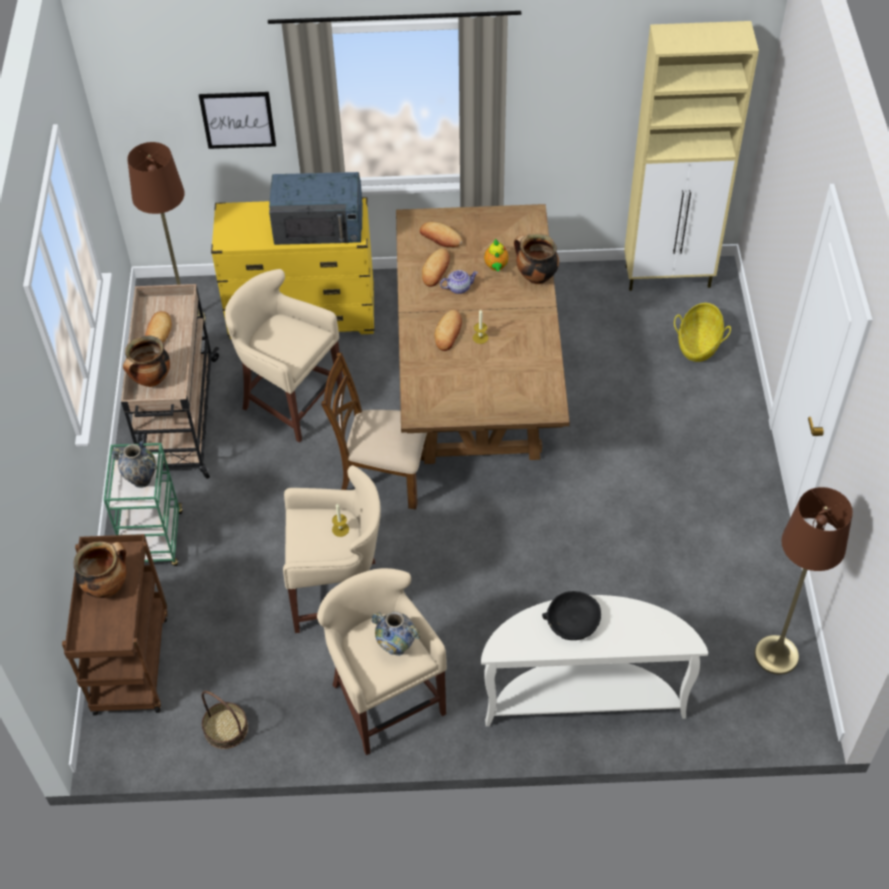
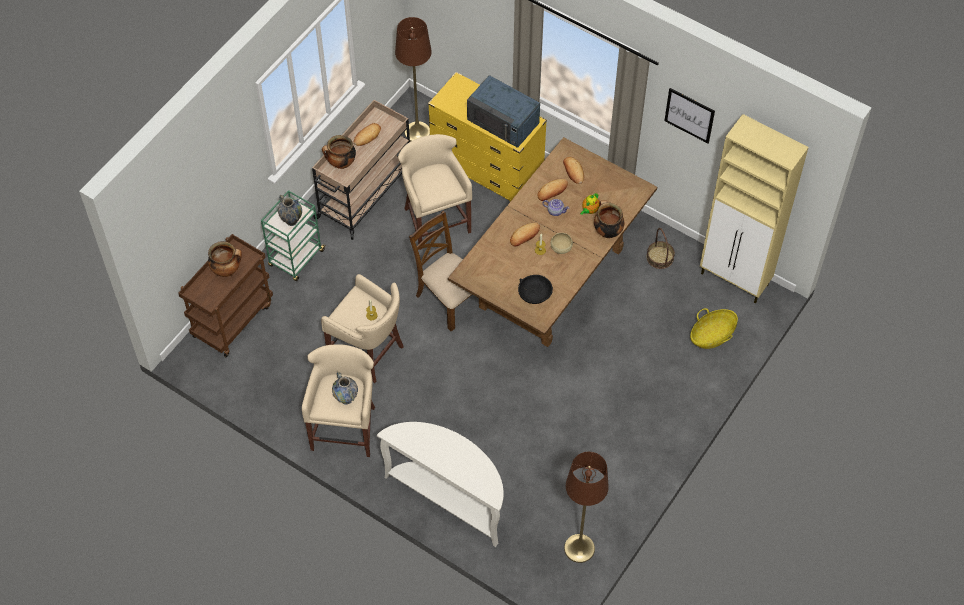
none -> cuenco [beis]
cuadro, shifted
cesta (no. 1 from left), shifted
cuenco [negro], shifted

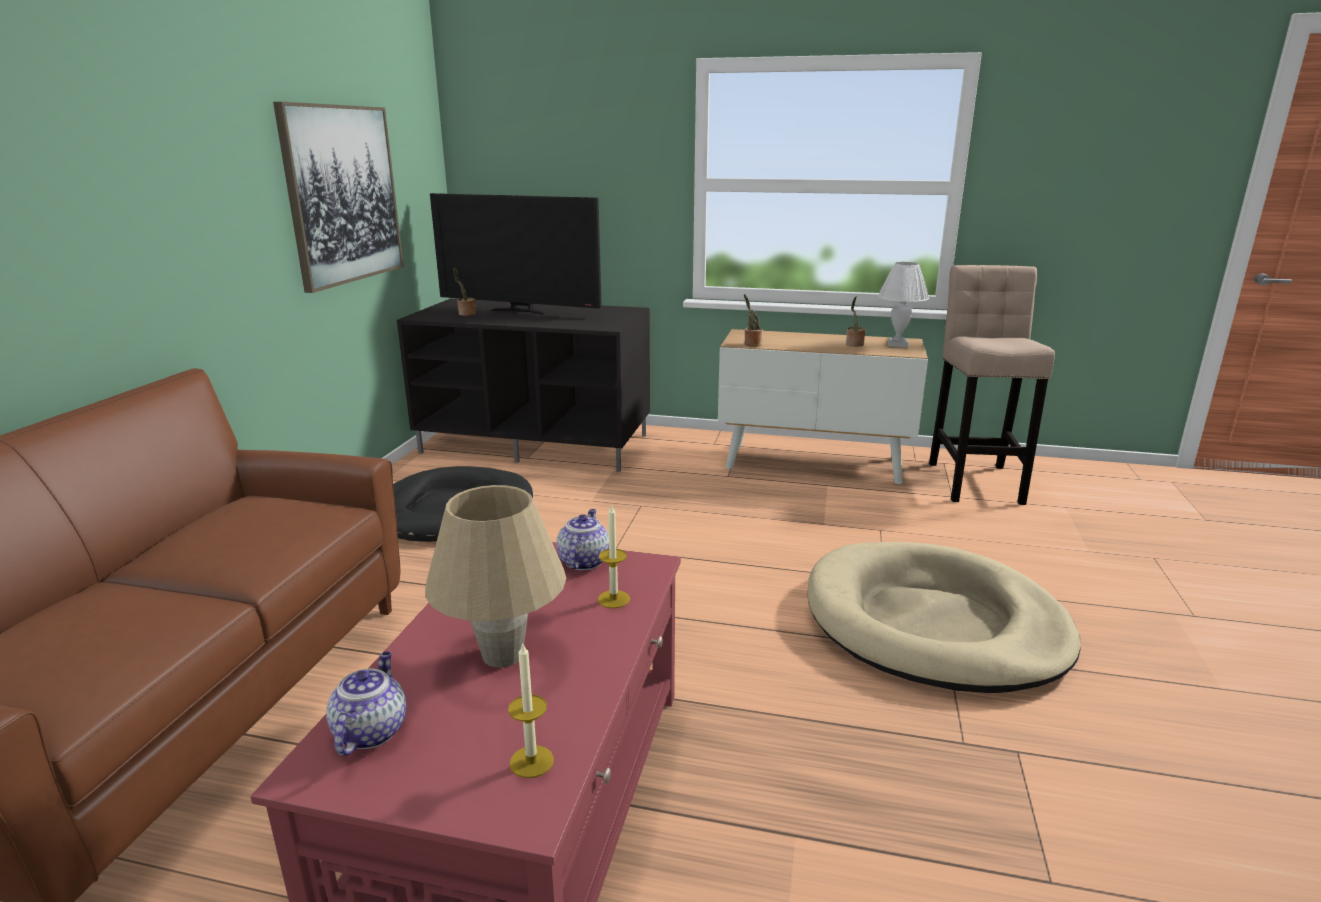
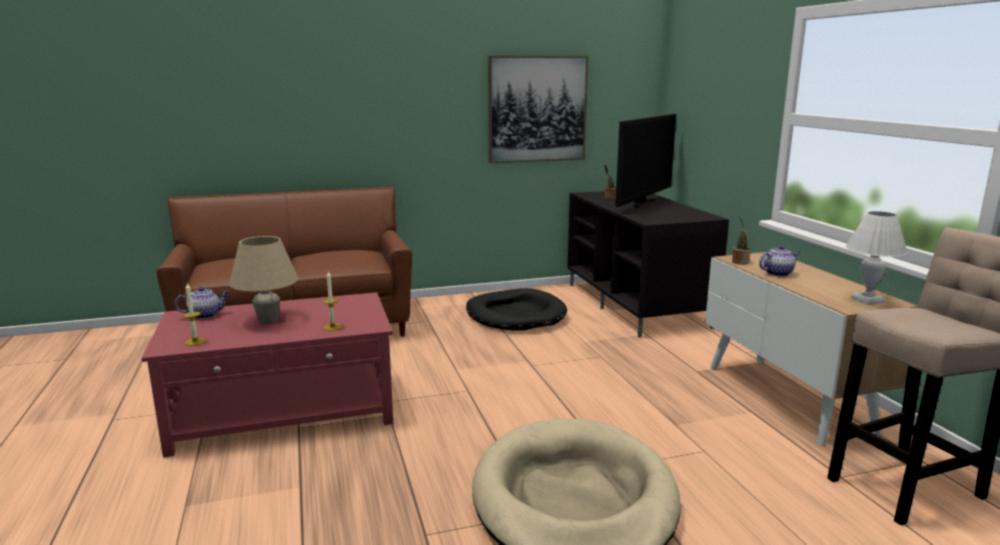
planta en maceta (no. 3 from left) -> none
tetera (no. 2 from left), shifted
televisor, 135 degrees counterclockwise

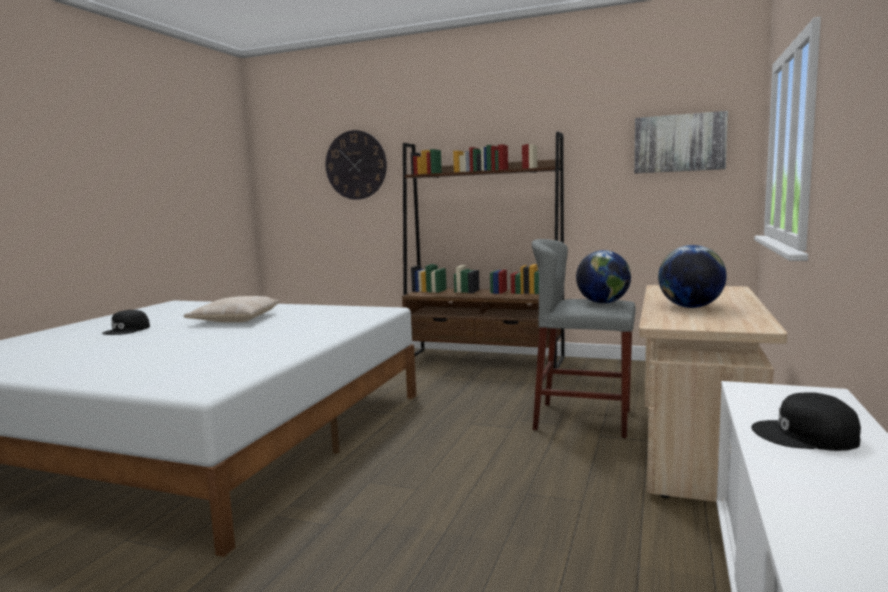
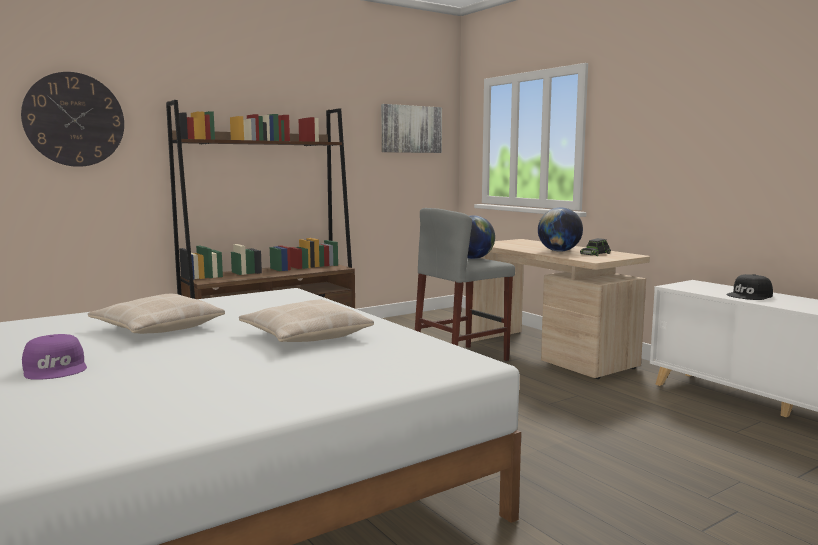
none -> cojín [beis] (no. 2 from left)
none -> coche de juguete [negro]
gorra [negro] (no. 1 from left) -> gorra [morado]

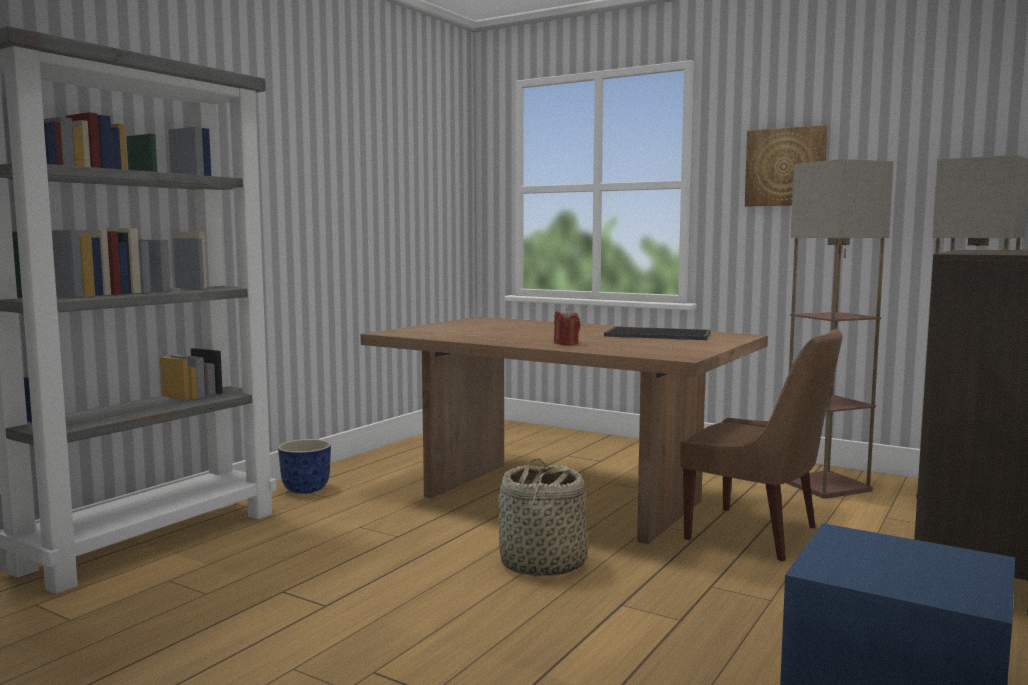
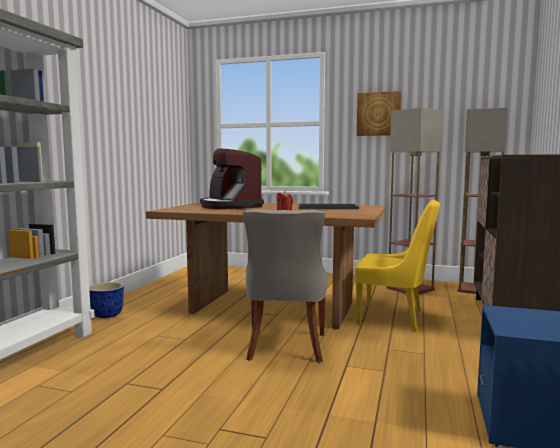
none -> cafetera
cesta -> silla [gris]
silla [marrón] -> silla [amarillo]

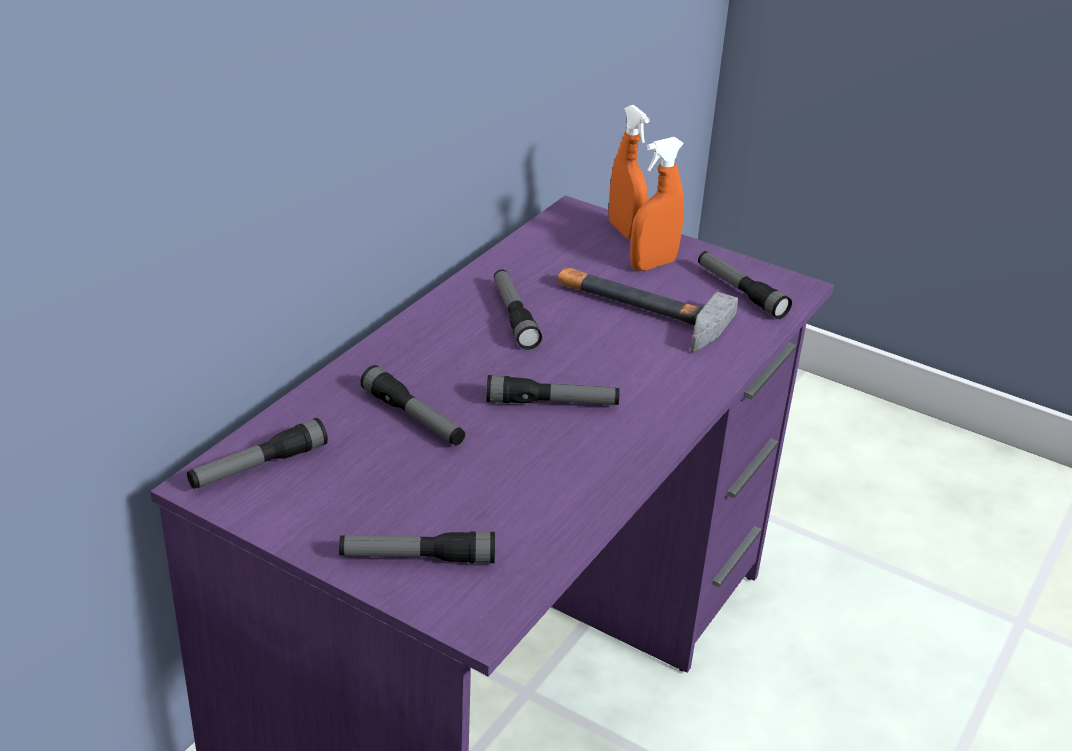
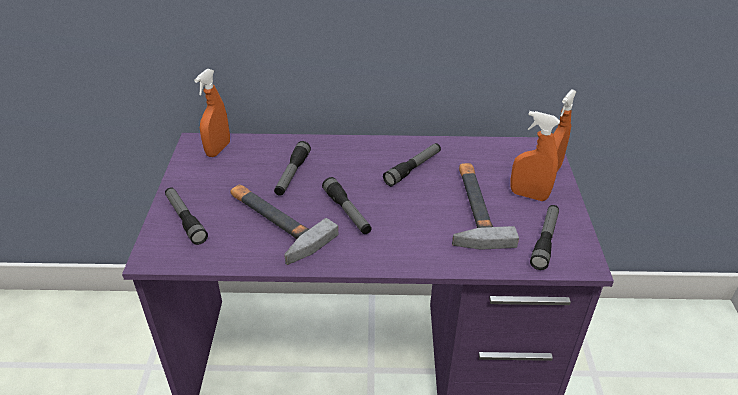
none -> martillo (no. 1 from left)
linterna (no. 1 from left) -> pulverizador [naranja] (no. 1 from left)

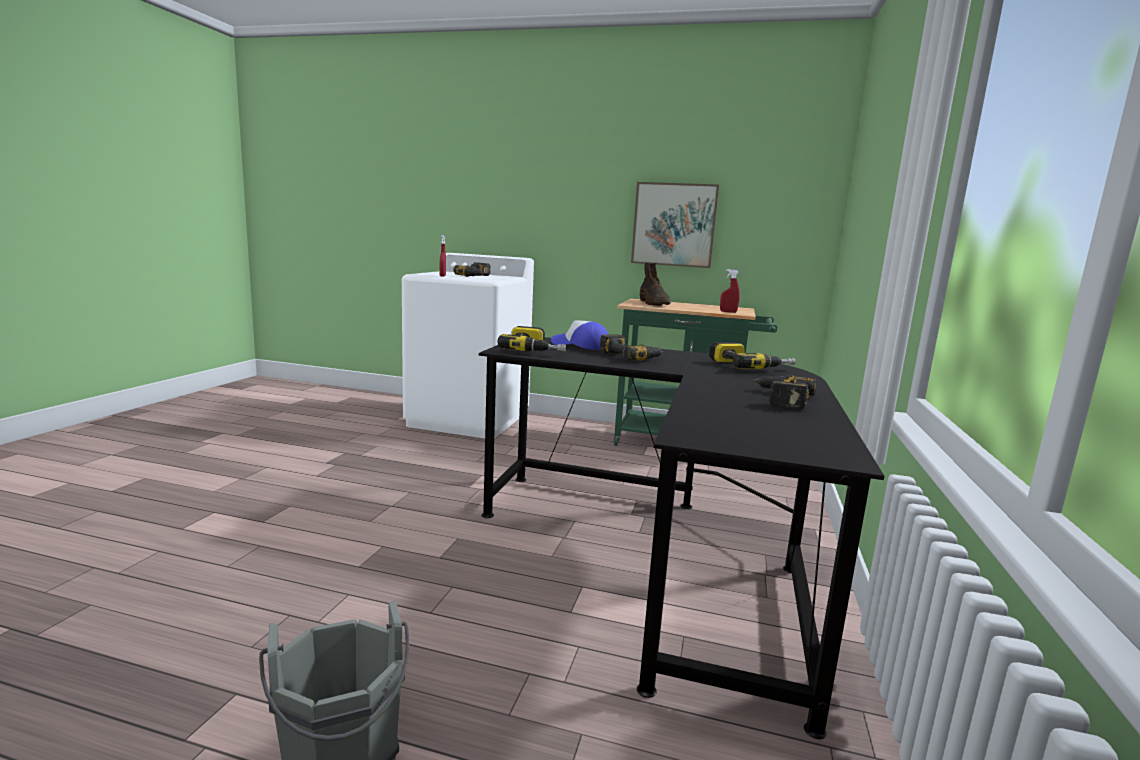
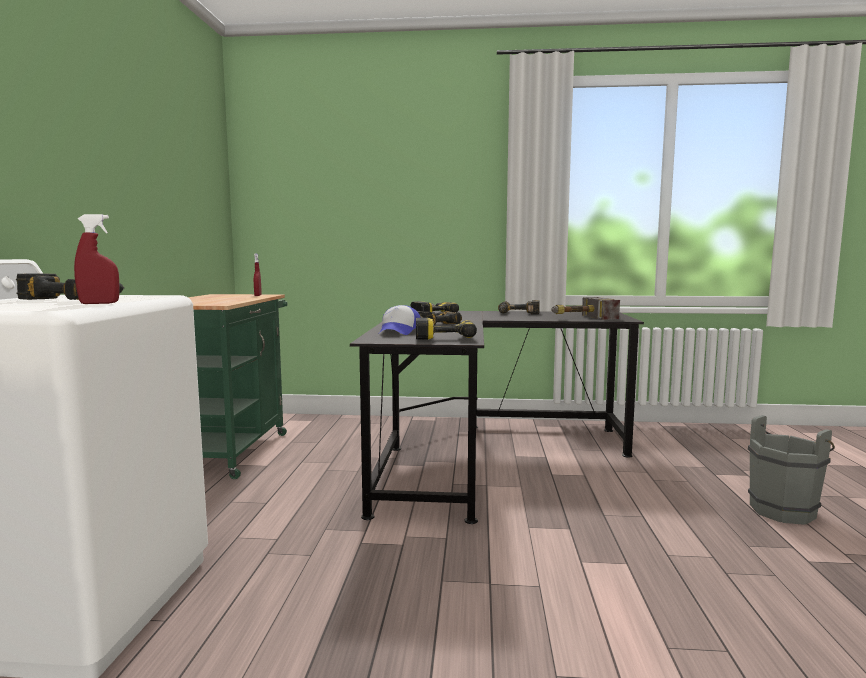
cuadro -> none
bota [marrón] -> none
none -> martillo

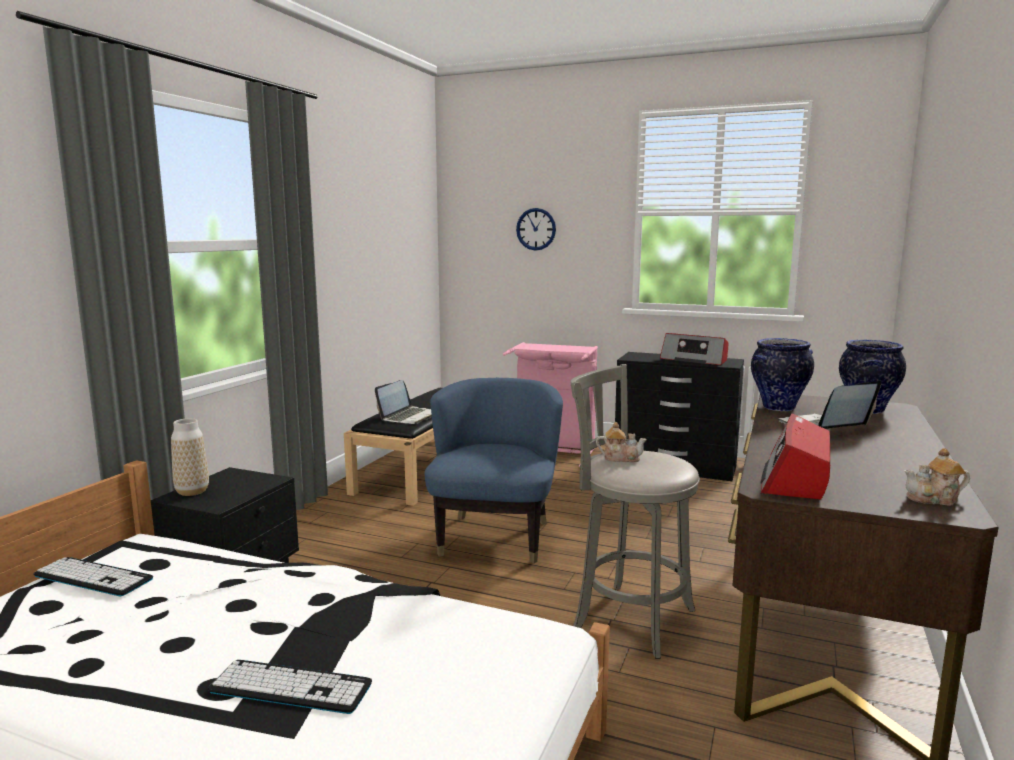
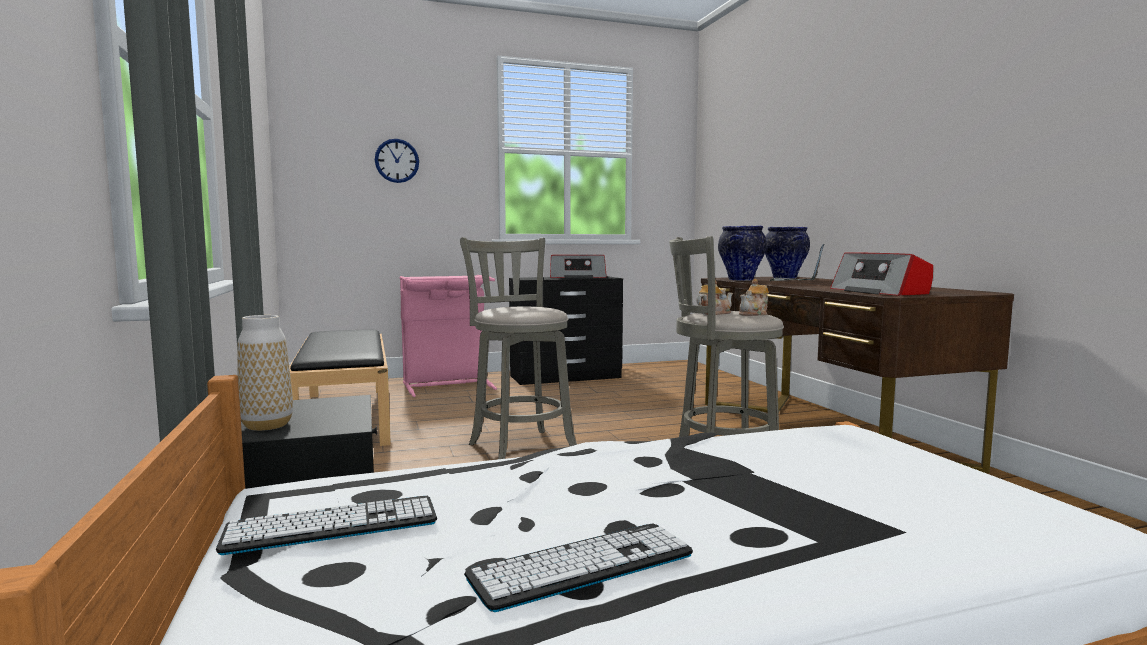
portátil (no. 1 from left) -> none
teclado (no. 2 from left), shifted
tetera (no. 2 from left), shifted
sillón [azul] -> taburete [gris] (no. 1 from left)

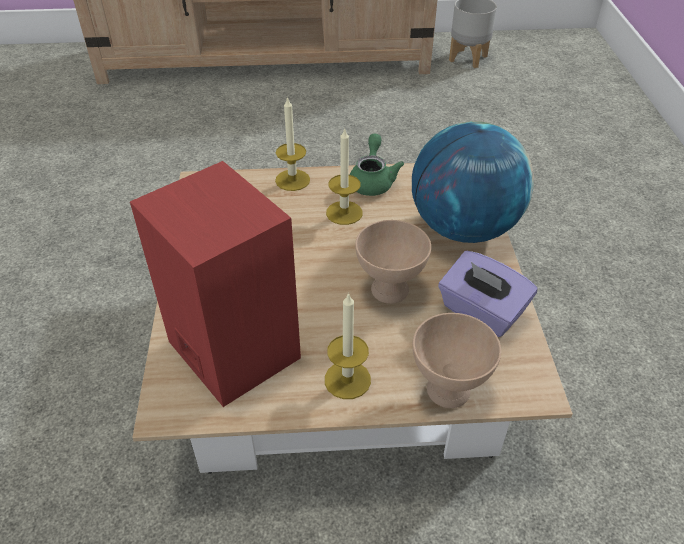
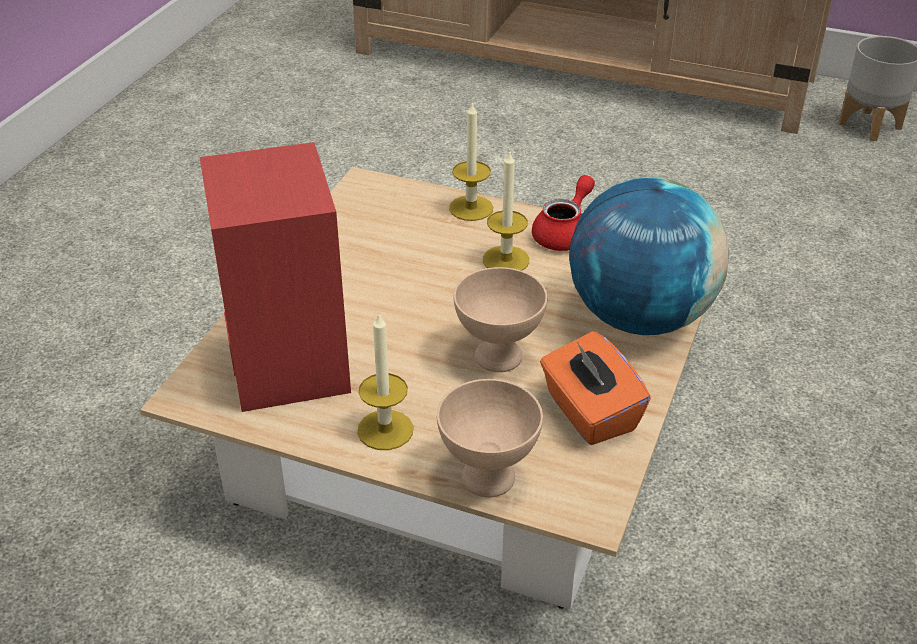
tetera [verde] -> tetera [rojo]
caja de pañuelos [morado] -> caja de pañuelos [naranja]

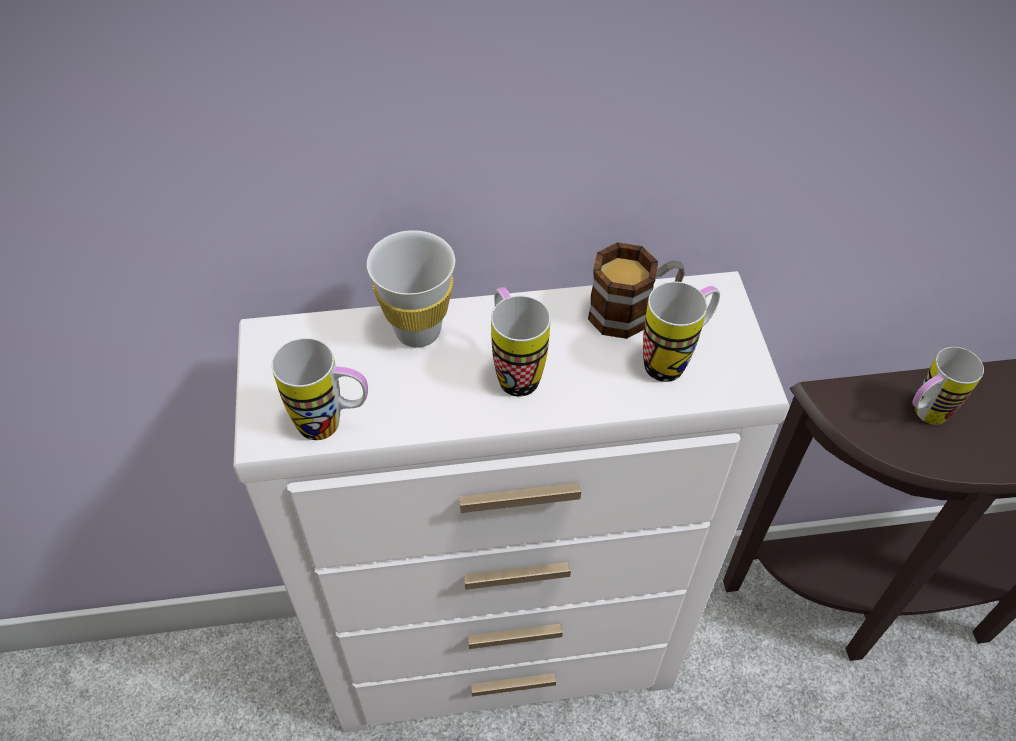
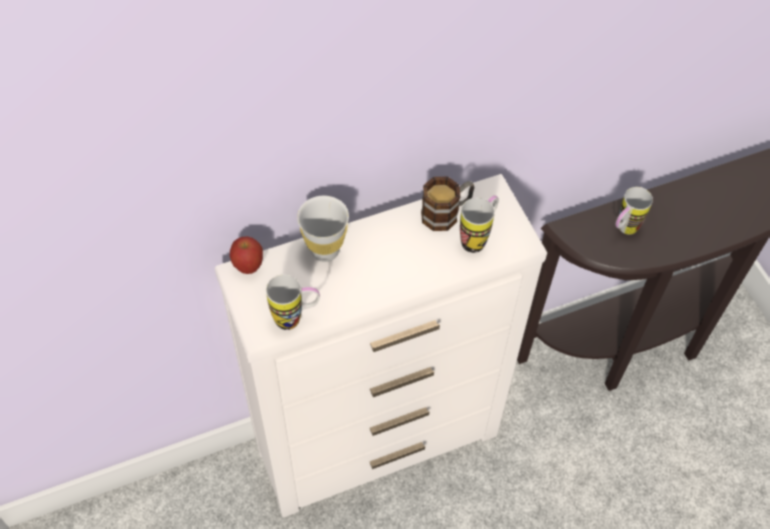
taza grande (no. 2 from left) -> none
none -> manzana

